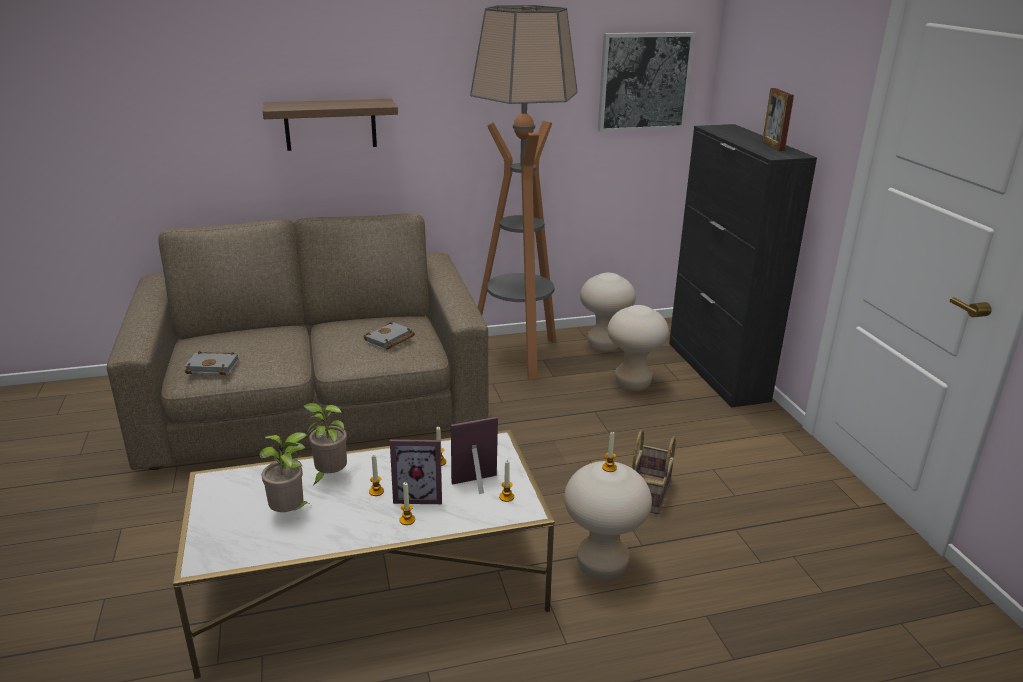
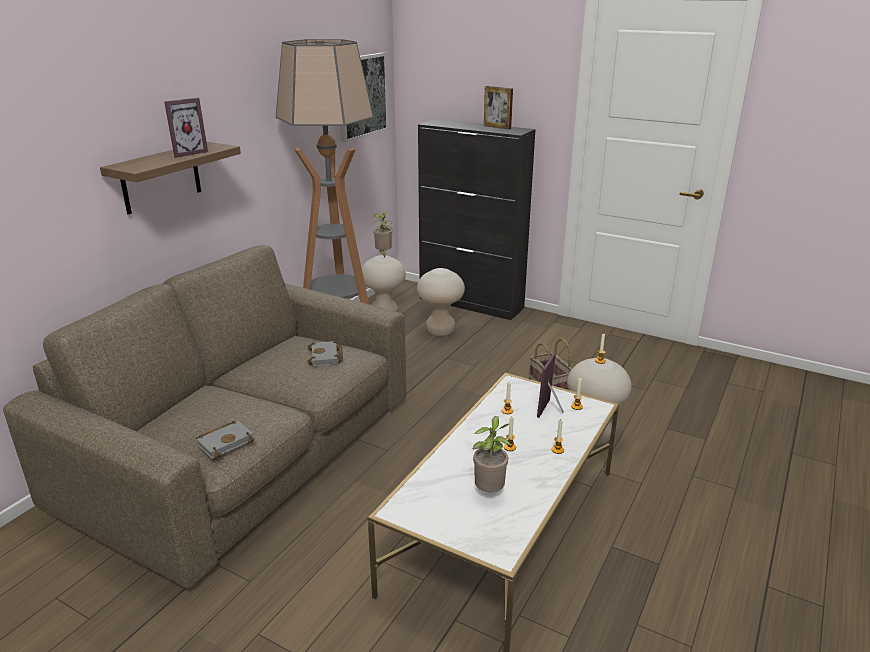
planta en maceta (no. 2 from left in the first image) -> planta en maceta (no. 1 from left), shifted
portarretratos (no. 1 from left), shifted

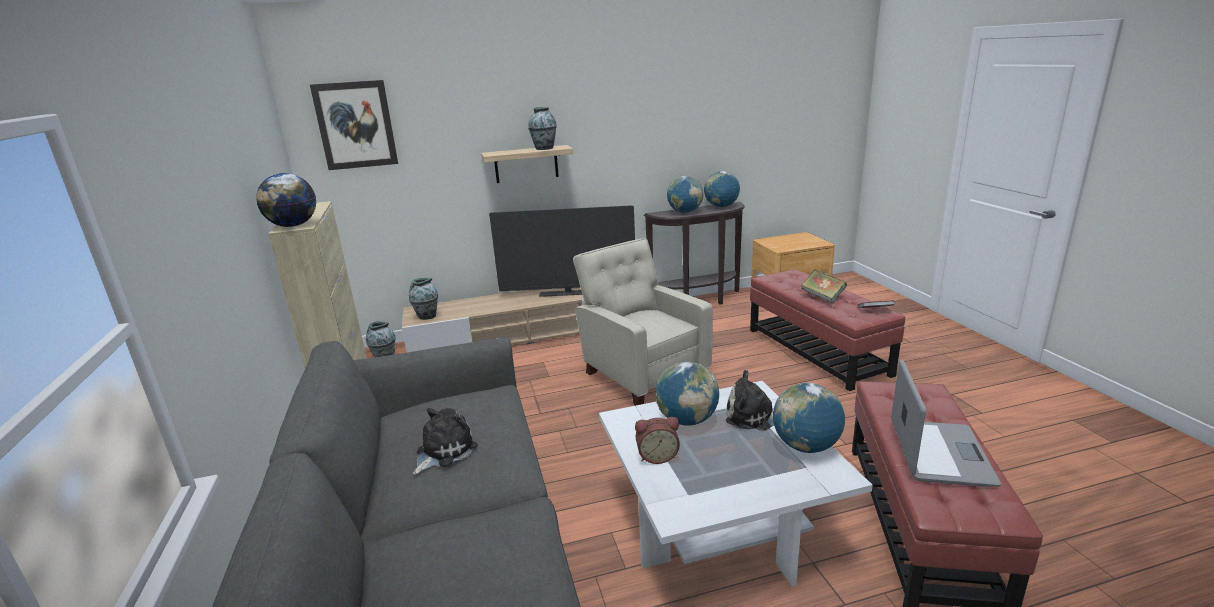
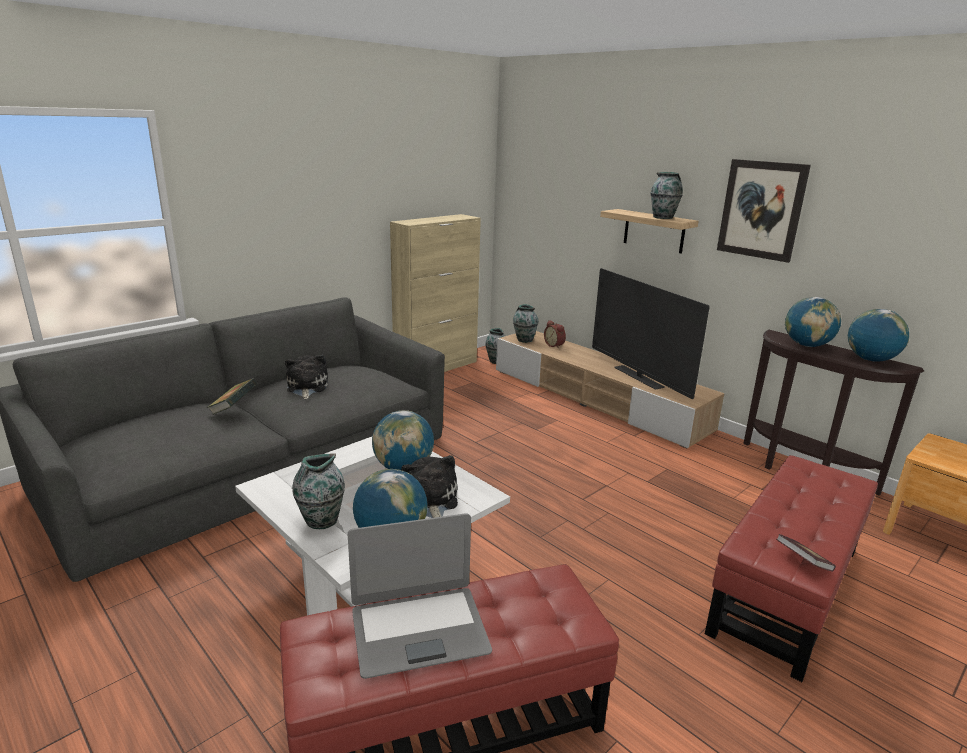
globo terráqueo (no. 1 from left) -> none
sillón [beis] -> none
none -> florero (no. 1 from left)
cuadro, shifted
despertador, shifted
libro (no. 1 from left), shifted
peluche (no. 1 from left), 105 degrees counterclockwise

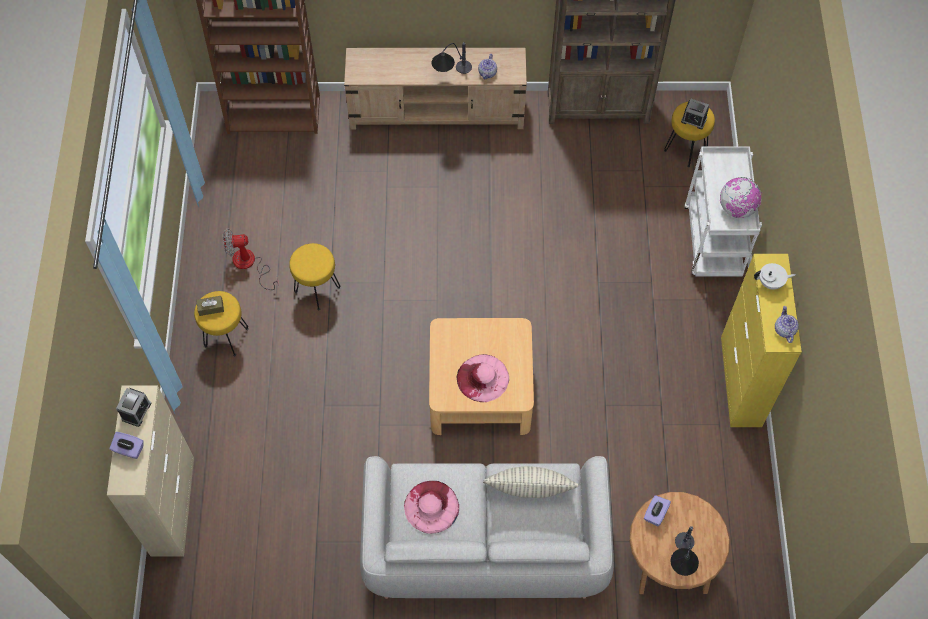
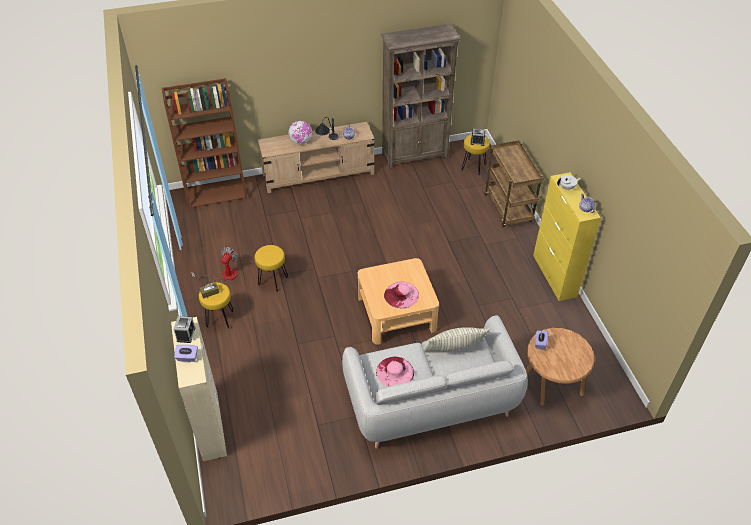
lámpara de mesa (no. 2 from left) -> none
globo terráqueo, shifted
carrito [blanco] -> carrito [marrón]
ventilador, 135 degrees clockwise

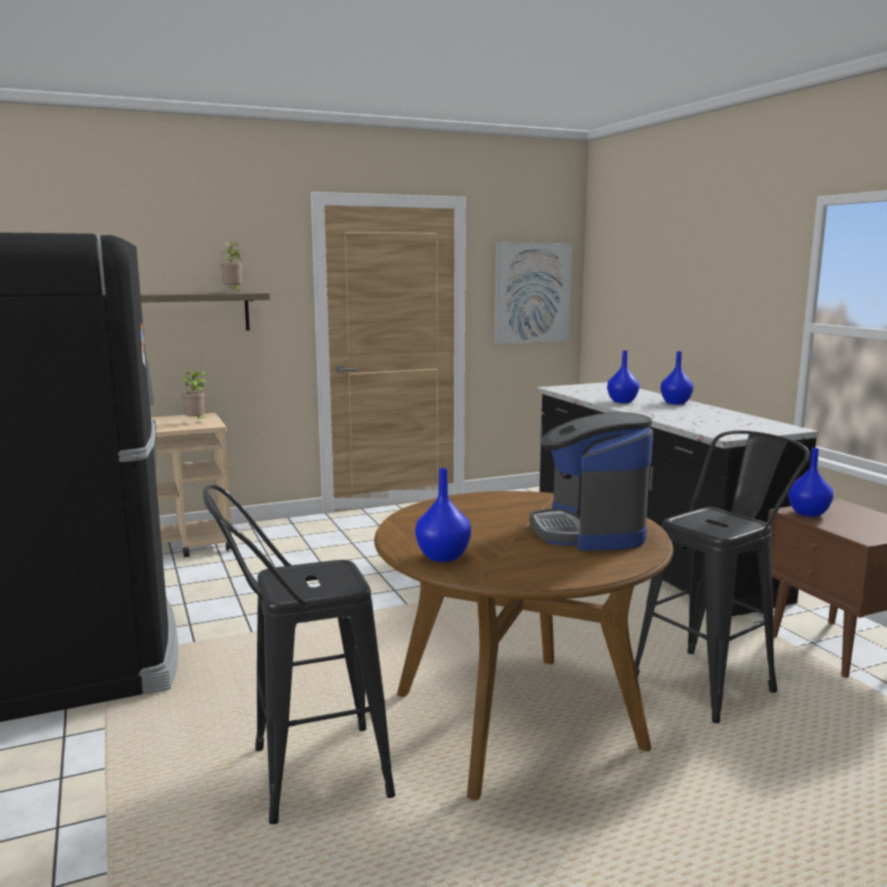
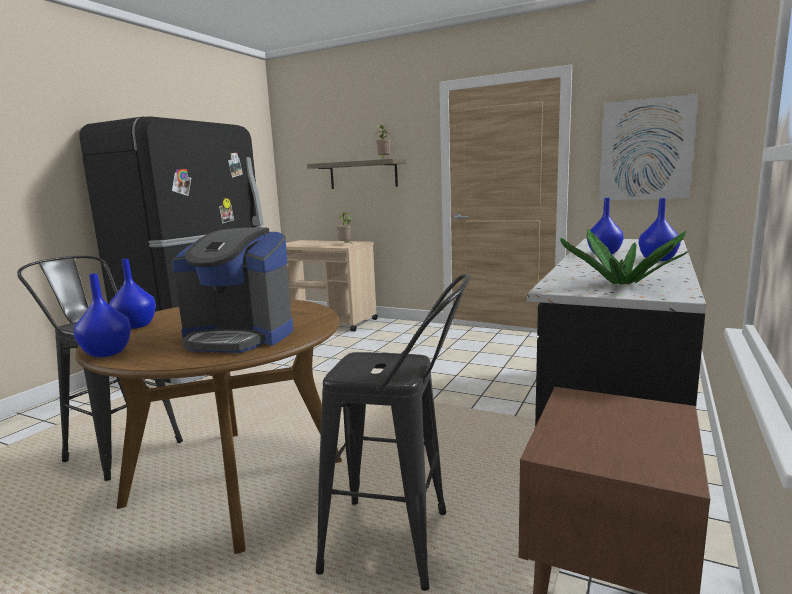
none -> planta en maceta (no. 3 from left)
florero [azul] (no. 4 from left in the first image) -> florero [azul] (no. 1 from left), shifted
cafetera, 120 degrees counterclockwise

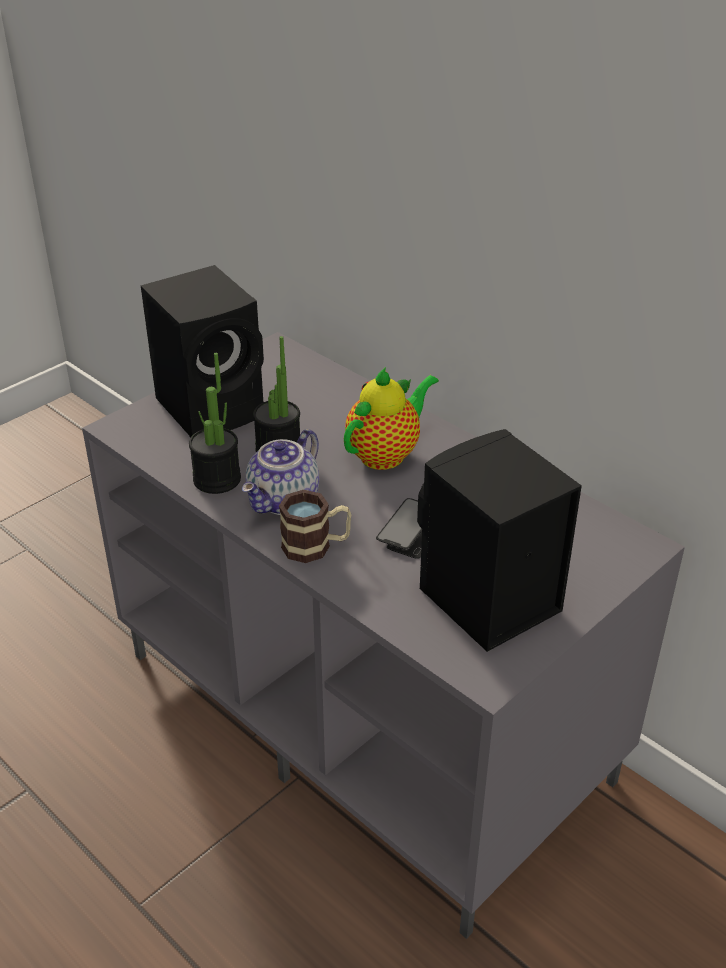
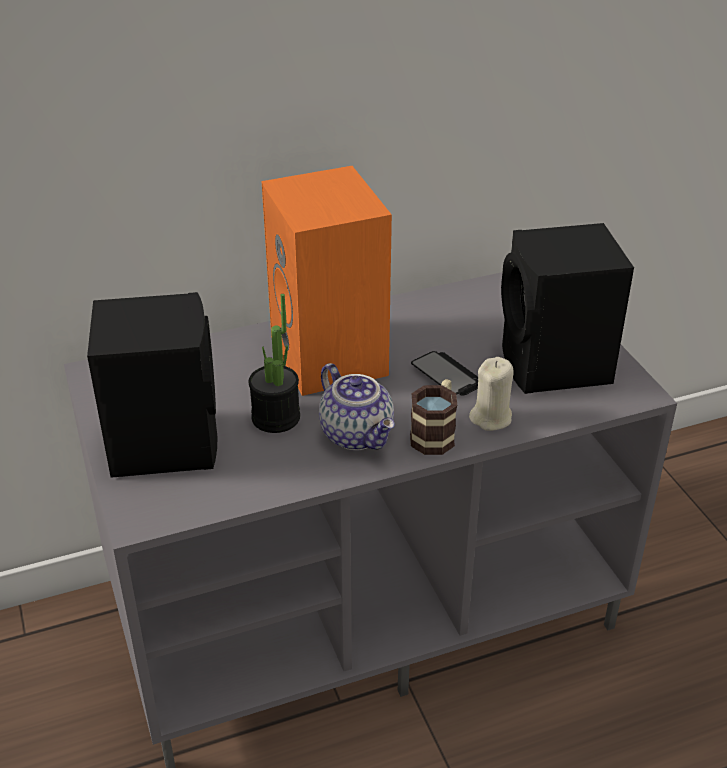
planta en maceta (no. 1 from left) -> none
none -> vela [beis]
tetera (no. 2 from left) -> altavoz [naranja]

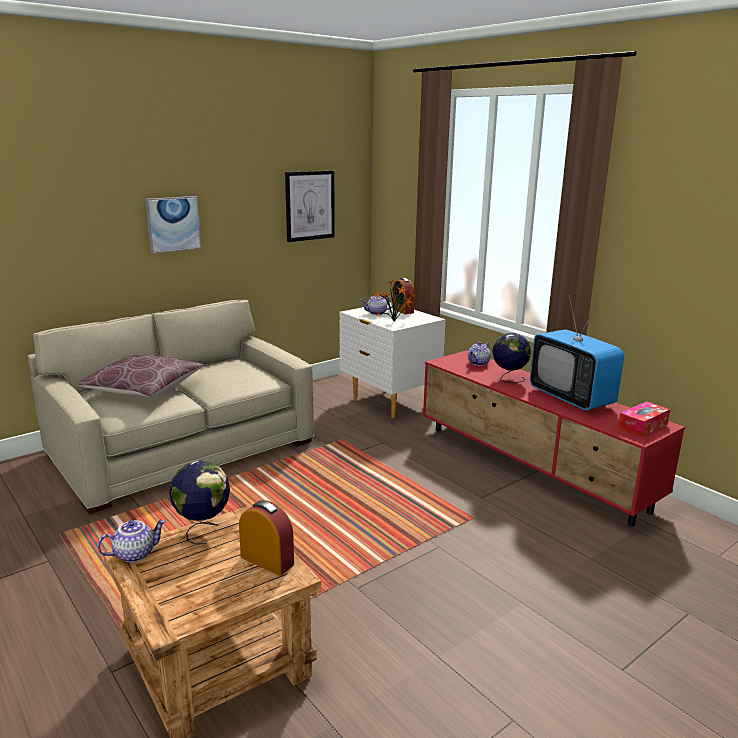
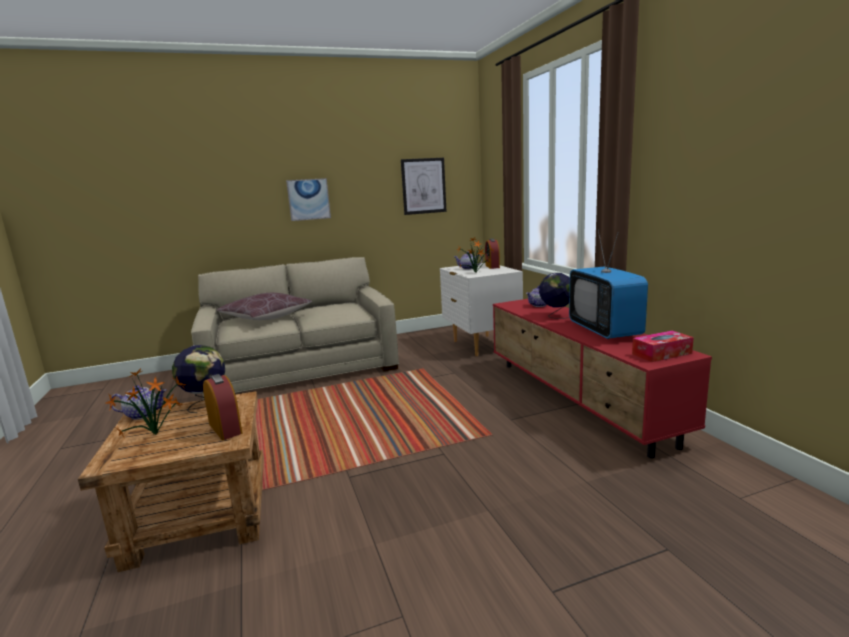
none -> planta en maceta (no. 1 from left)

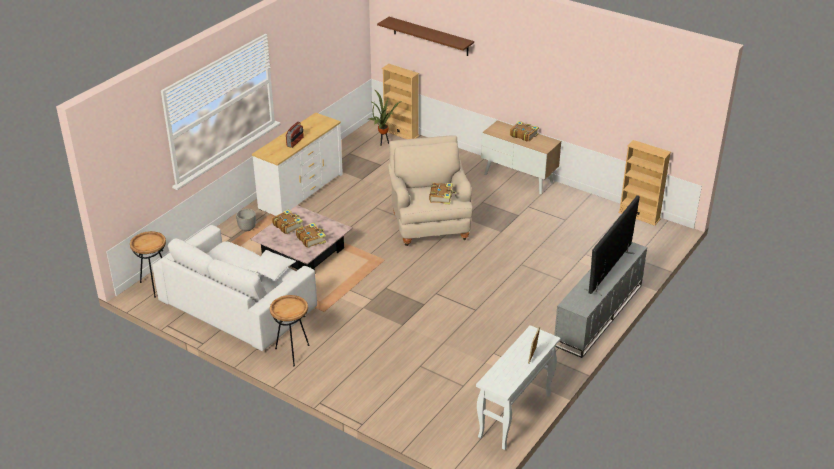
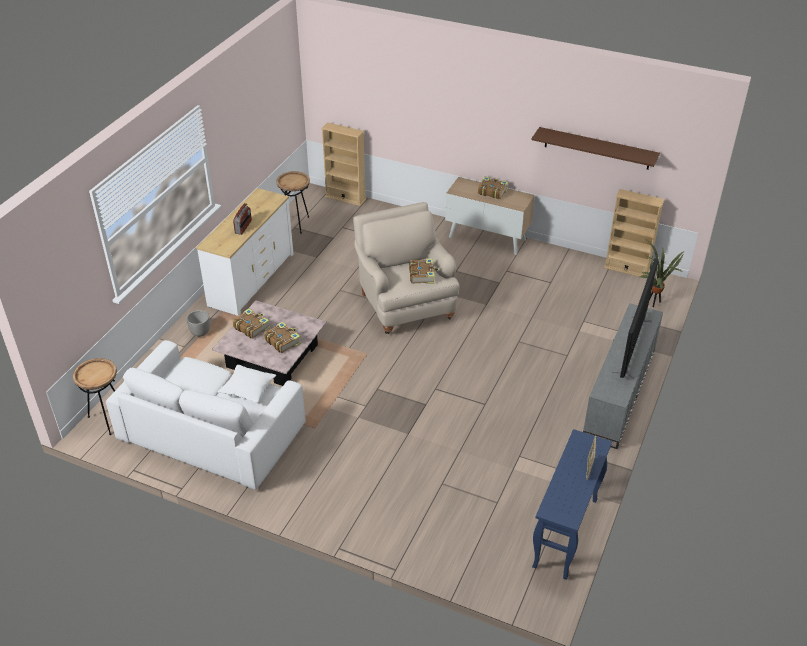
mesa auxiliar [marrón] (no. 2 from left), shifted
planta en maceta, shifted
estante [marrón], shifted
mesa consola [blanco] -> mesa consola [azul]

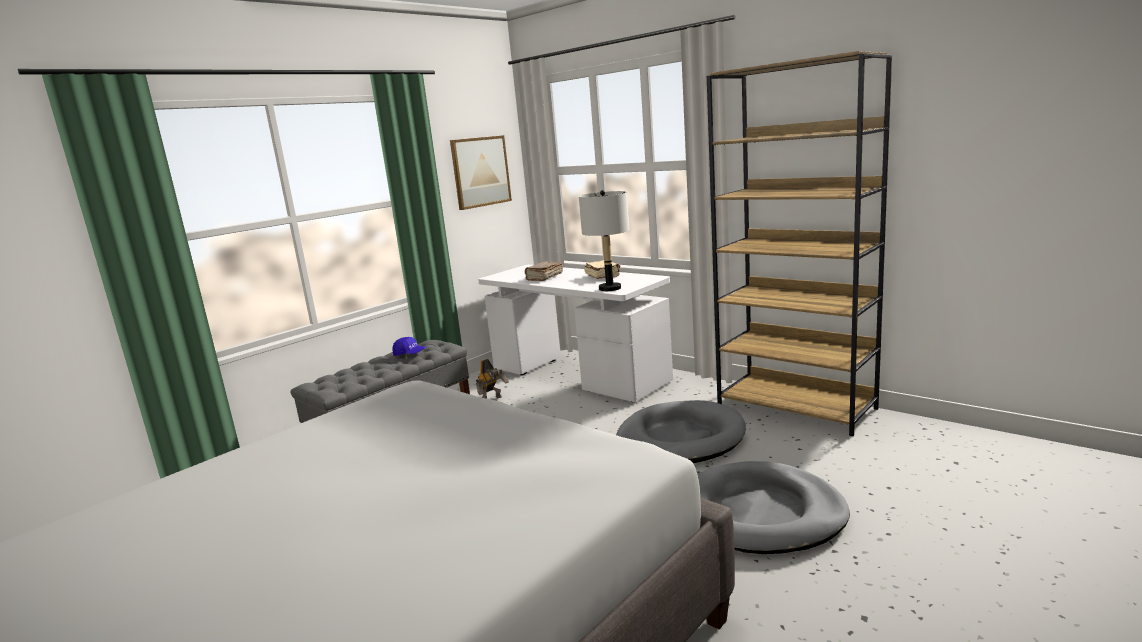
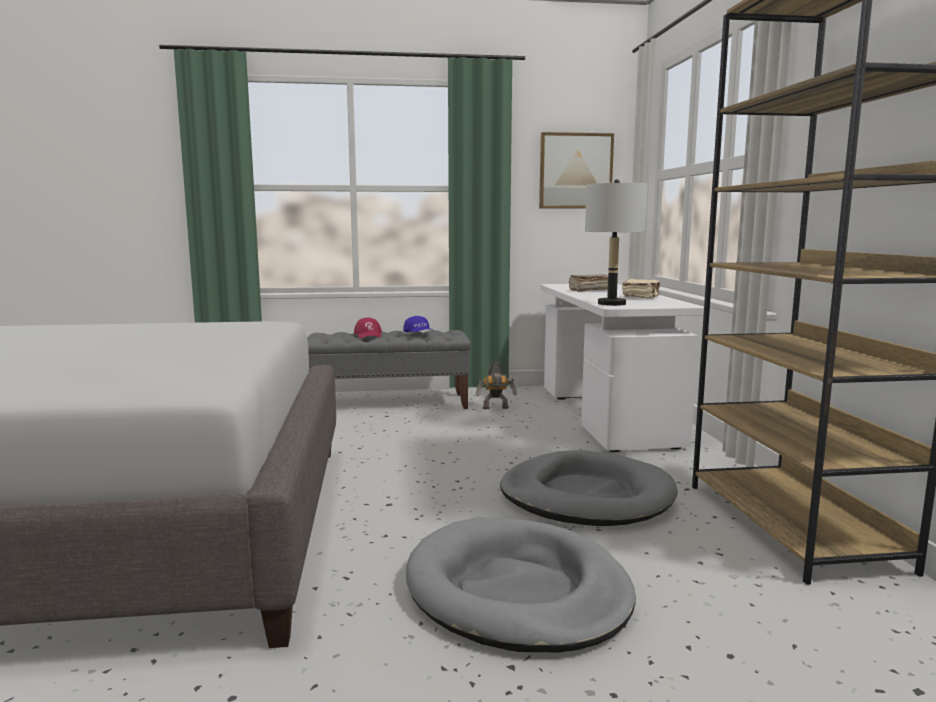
none -> gorra [rojo]

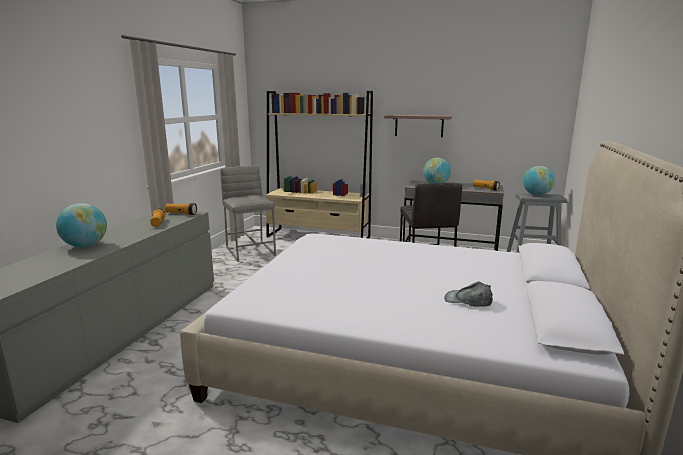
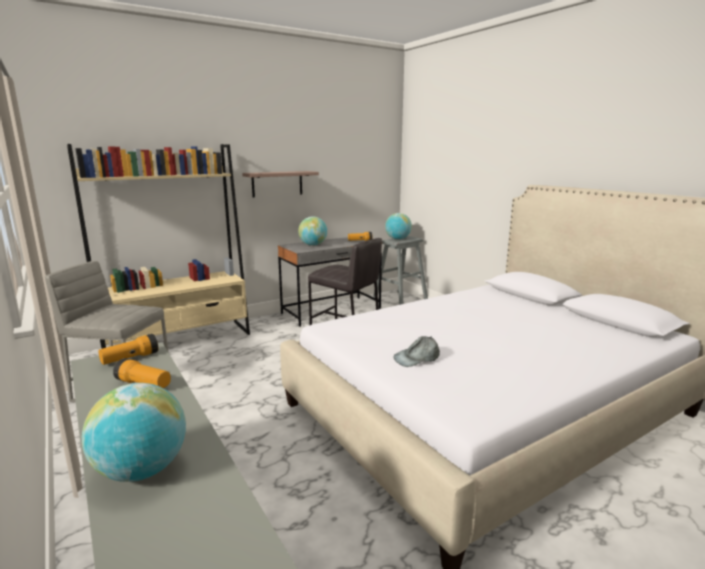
gorra [gris], shifted

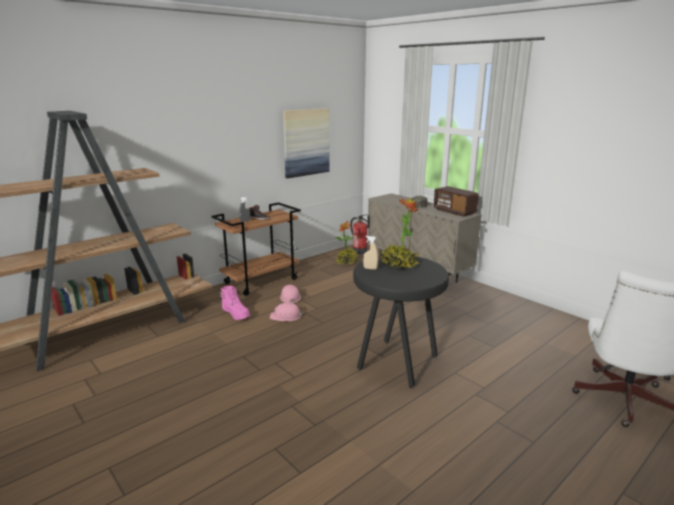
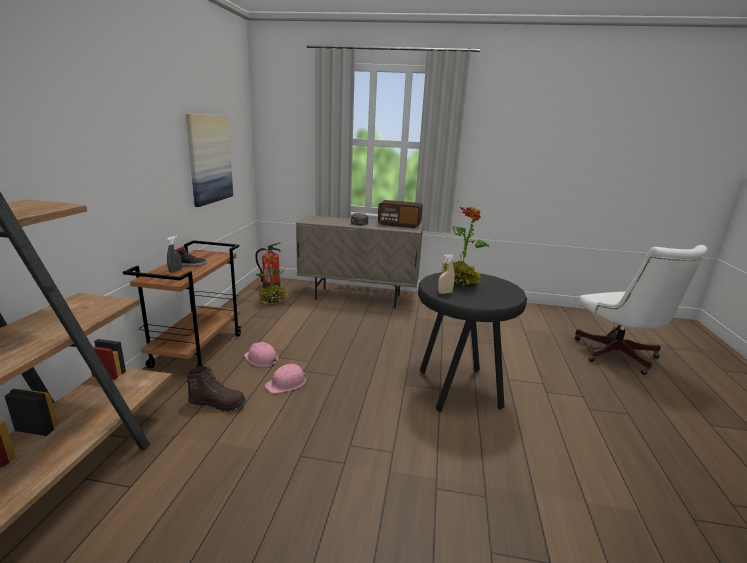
bota [rosa] -> bota [marrón]

